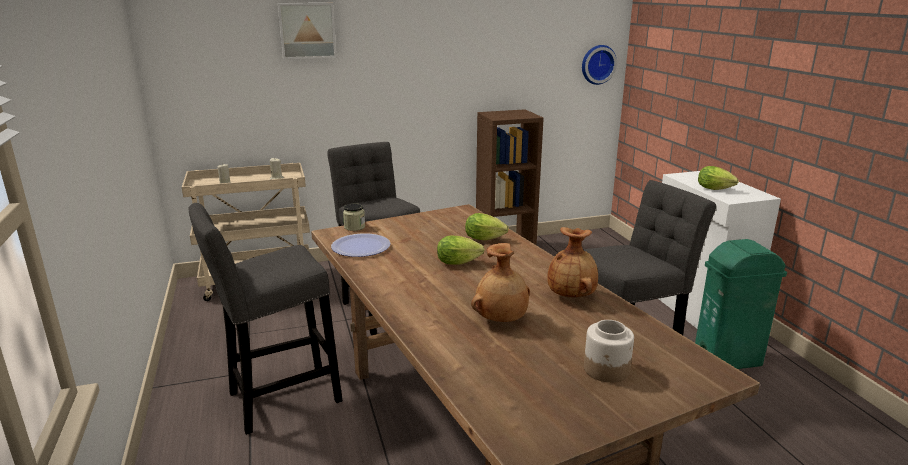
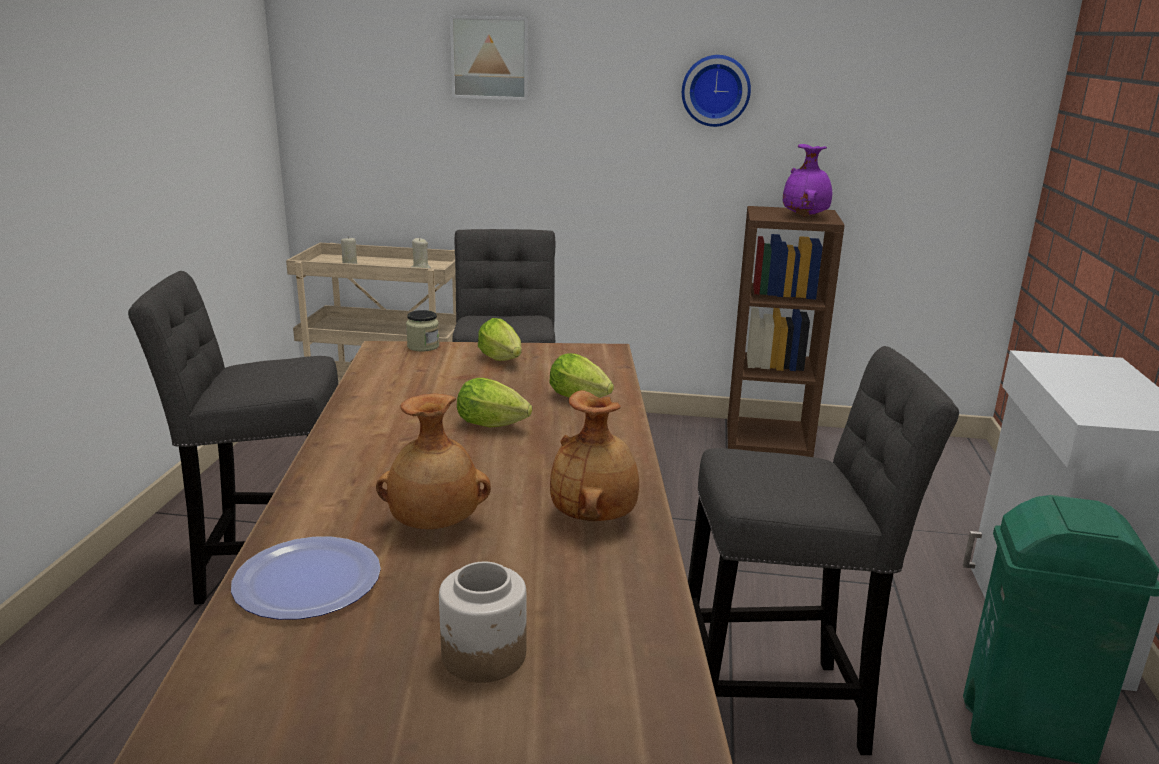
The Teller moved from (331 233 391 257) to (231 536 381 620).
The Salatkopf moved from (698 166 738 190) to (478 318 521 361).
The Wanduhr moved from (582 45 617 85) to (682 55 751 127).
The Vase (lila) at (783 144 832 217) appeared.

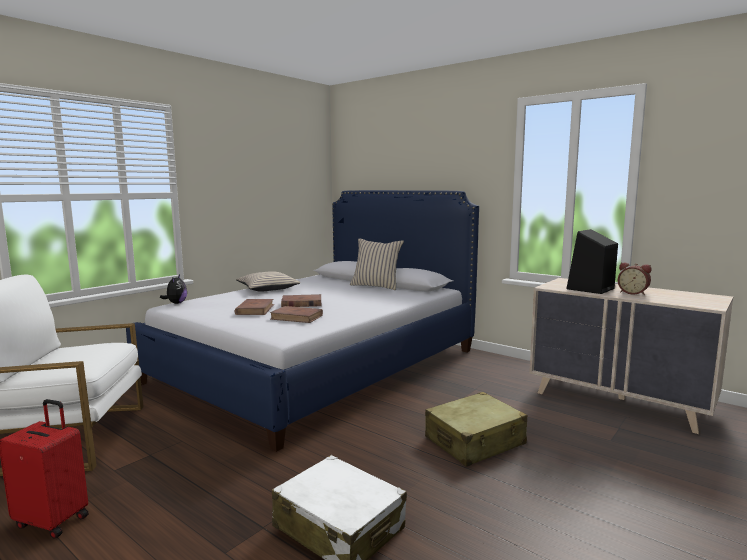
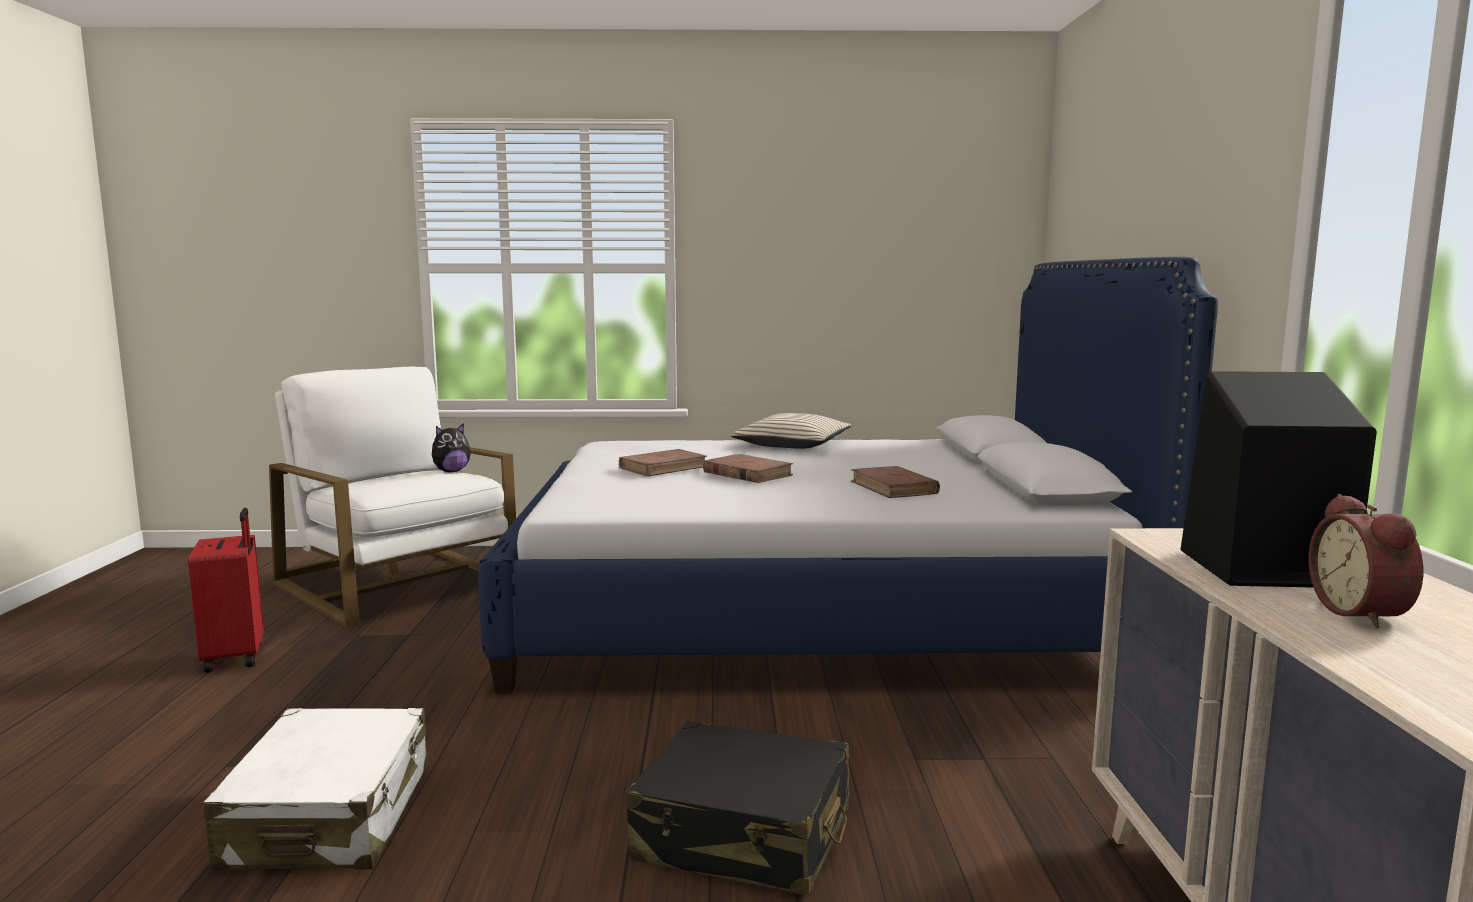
The Plüschtier moved from (160 275 187 304) to (432 423 471 472).
The Koffer (beige) at (425 392 527 467) became the Koffer (schwarz) at (626 721 849 896).
The Buch (braun) moved from (270 306 323 323) to (851 466 940 498).
The Kissen (beige) at (350 239 404 290) disappeared.

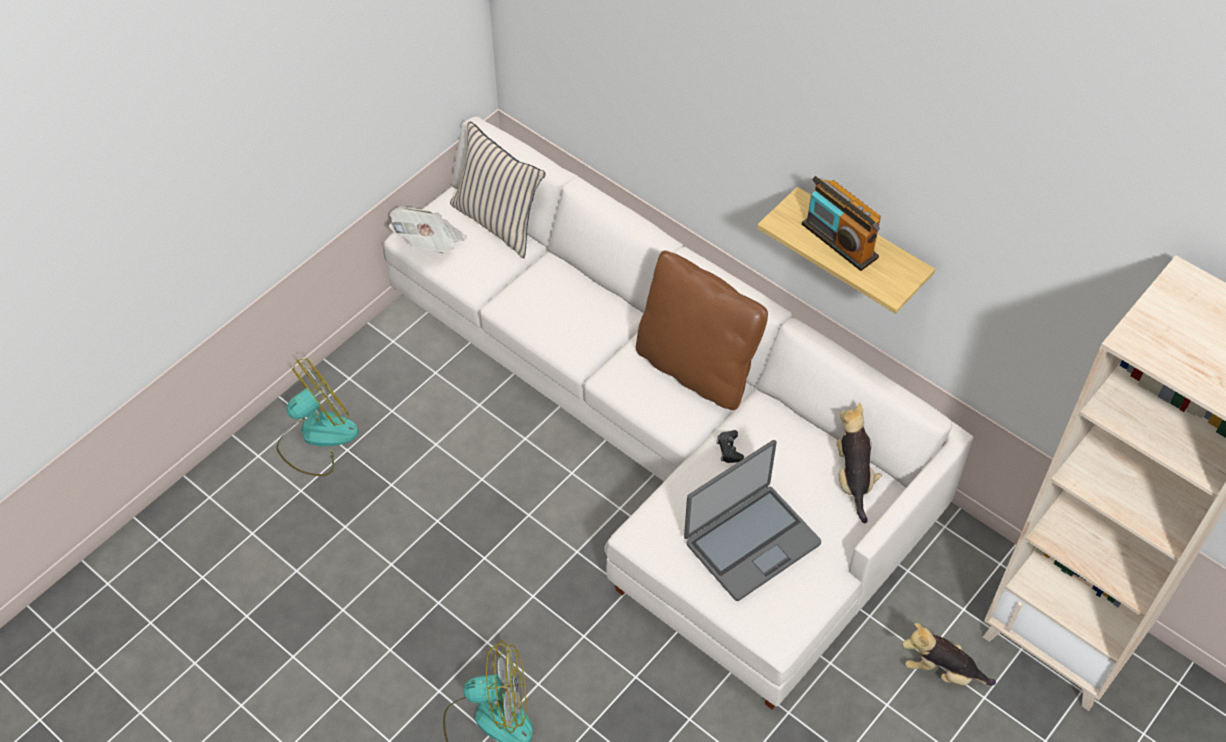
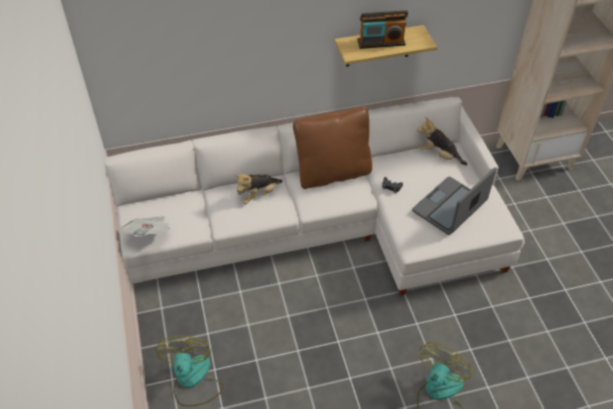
The Plüschtier moved from (902 623 996 686) to (235 174 283 204).
The Laptop at (684 440 821 601) turned 135 degrees counterclockwise.
The Kissen (beige) at (450 121 546 258) disappeared.

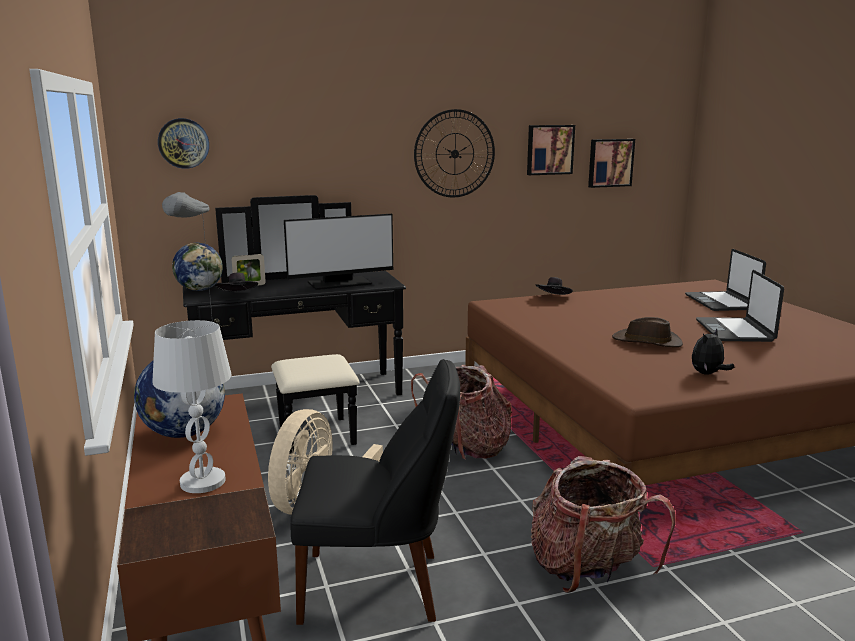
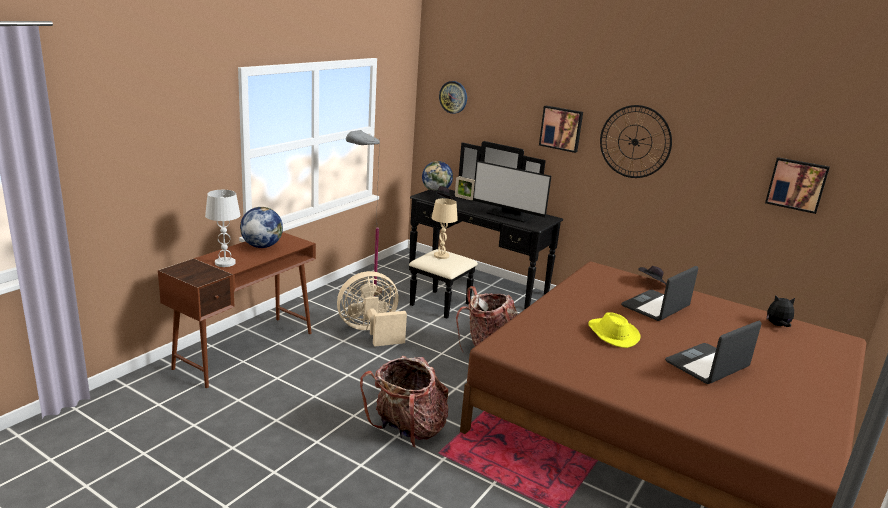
The Tischlampe (beige) at (432 198 458 259) appeared.
The Bild moved from (527 125 575 175) to (539 106 583 153).
The Hut (braun) at (612 317 683 347) became the Hut (gelb) at (588 313 641 348).
The Laptop moved from (685 249 766 311) to (621 266 698 321).
The Plüschtier moved from (692 329 735 375) to (767 295 795 327).
The Stuhl (schwarz) at (290 359 460 625) disappeared.

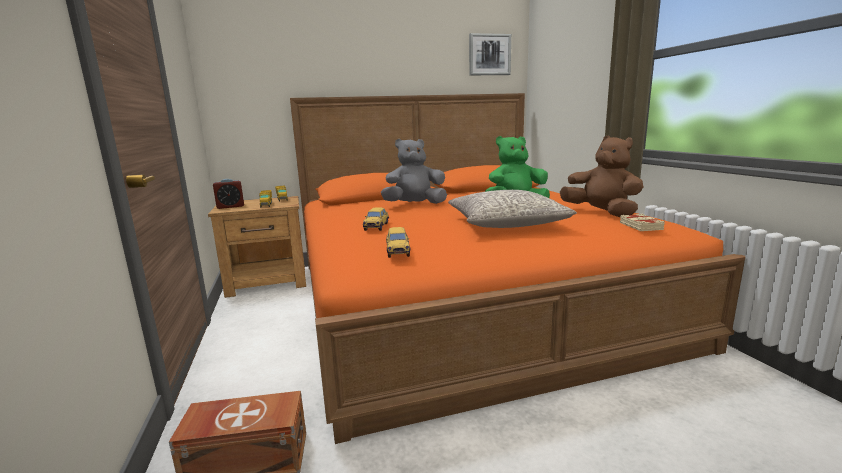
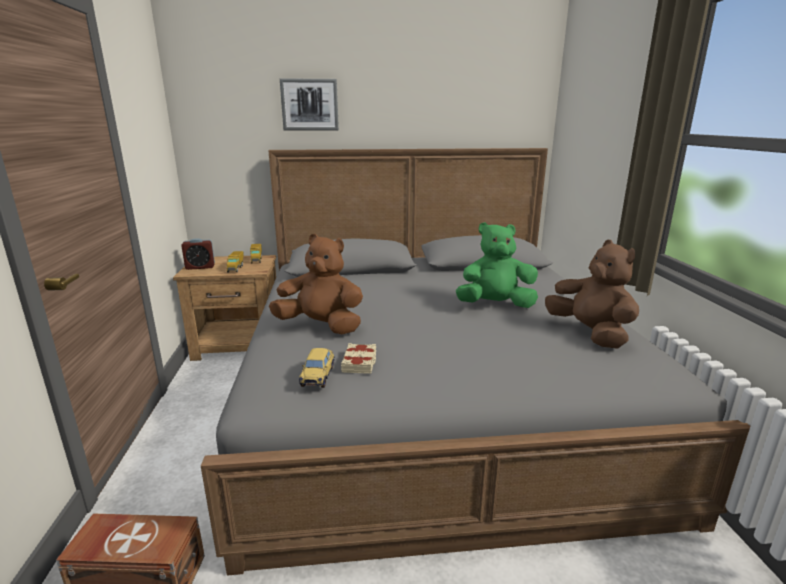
The Bett (orange) at (290 93 745 444) became the Bett (grau) at (201 148 750 576).
The Spielzeugauto at (363 207 389 231) was replaced by the Plüschtier (braun) at (269 234 363 334).
The Bild moved from (469 33 511 75) to (280 78 339 131).
The Buch (beige) moved from (620 214 665 231) to (341 343 376 374).
The Plüschtier (grau) at (381 139 447 204) disappeared.
The Kissen (grau) at (448 190 577 228) disappeared.

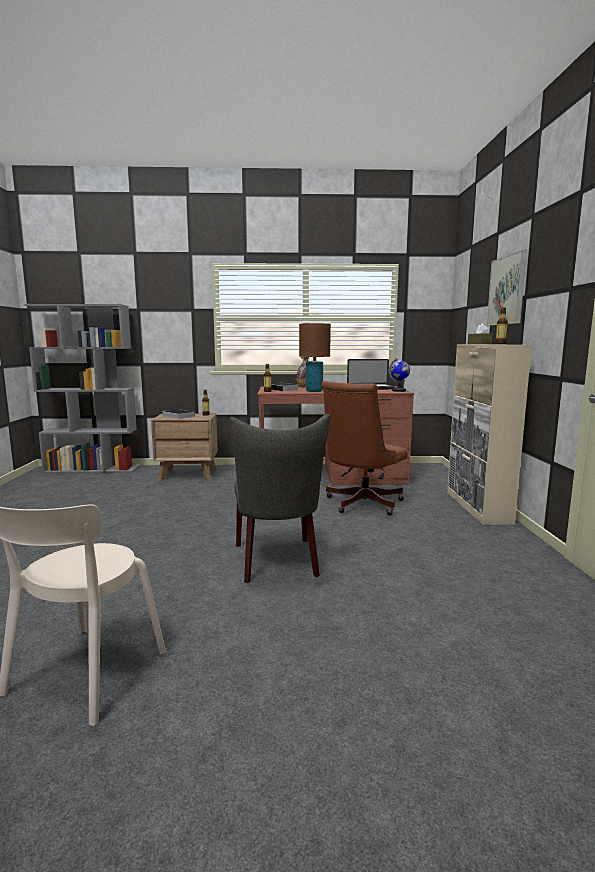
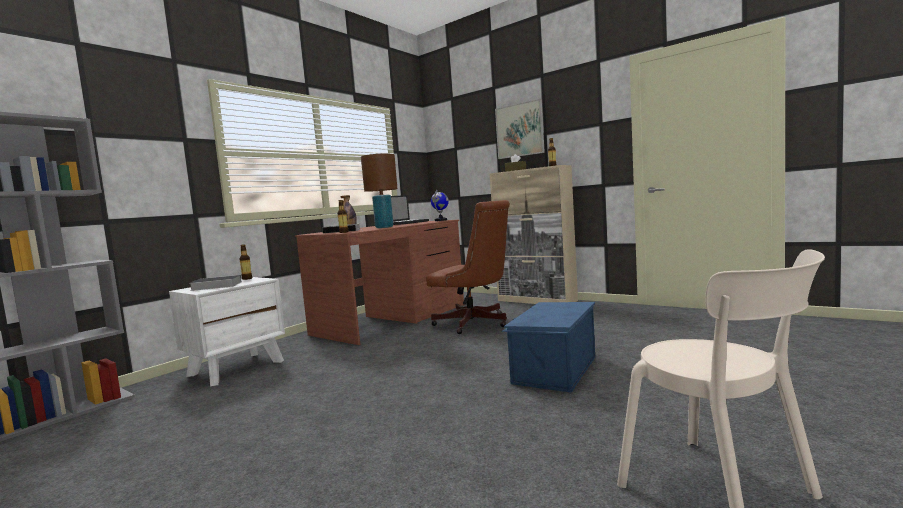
The Nachttisch (braun) at (151 413 218 481) became the Nachttisch (weiß) at (169 277 285 386).
The Bürostuhl (braun) at (321 381 408 515) turned 45 degrees counterclockwise.
The Stuhl (grau) at (230 414 330 583) was replaced by the Aufbewahrungsbox (blau) at (502 302 595 393).

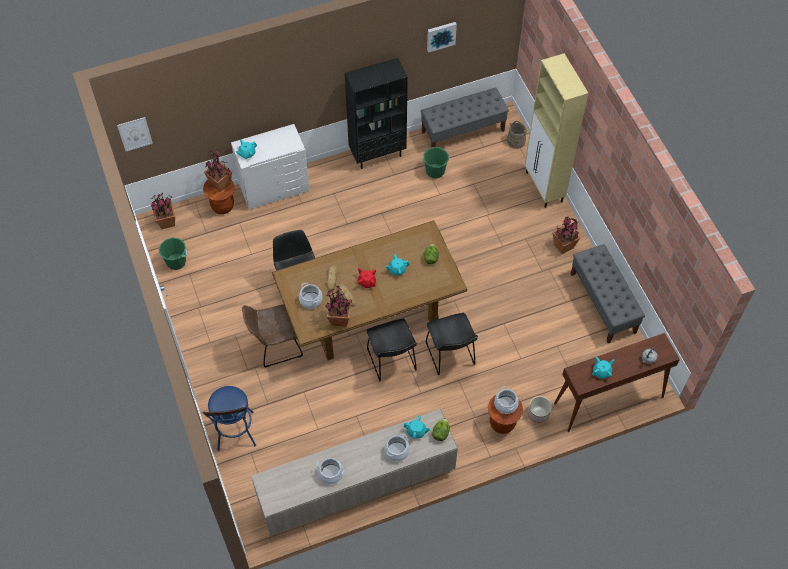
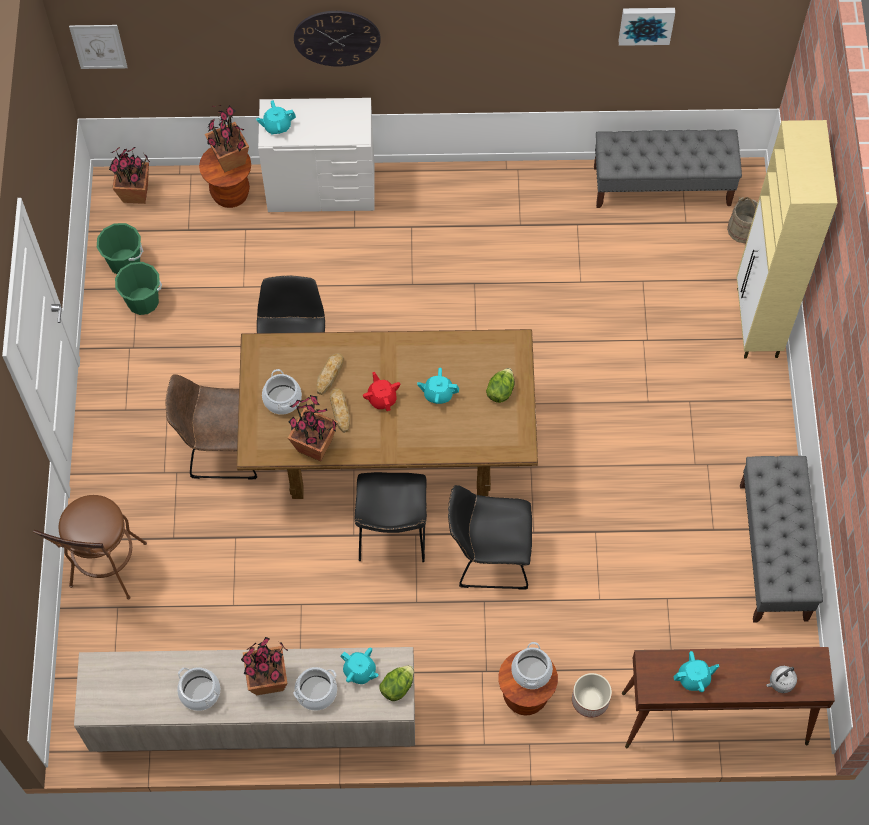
The Hocker (blau) at (203 386 256 451) became the Hocker (braun) at (33 495 147 599).
The Eimer (grün) moved from (423 147 449 179) to (115 262 162 315).
The Topfpflanze moved from (552 216 580 254) to (241 637 288 695).
The Wanduhr at (294 11 381 67) appeared.
The Stuhl (schwarz) at (426 313 478 375) turned 90 degrees clockwise.
The Bücherregal (schwarz) at (345 58 408 169) disappeared.

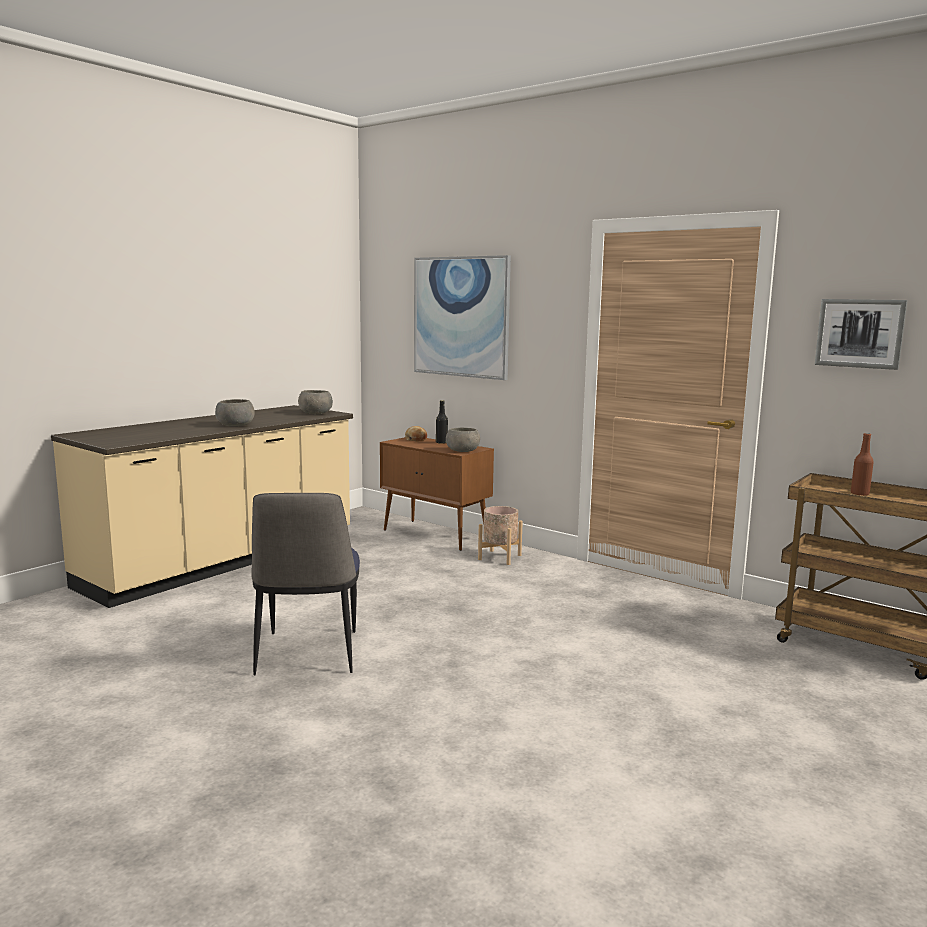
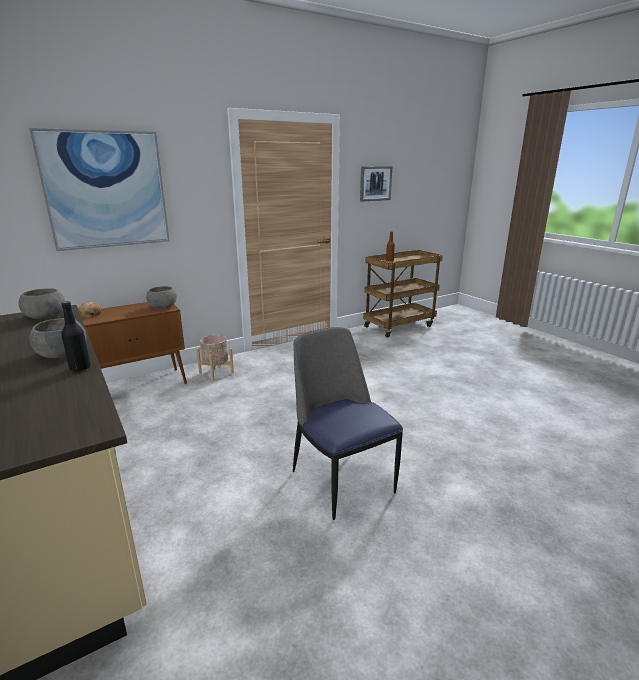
The Flasche (schwarz) moved from (436 400 448 444) to (61 301 91 372).
The Stuhl at (251 493 360 675) turned 135 degrees counterclockwise.

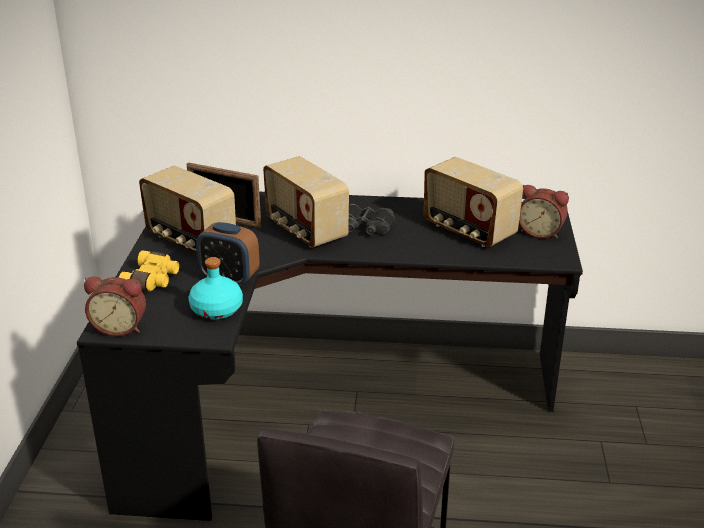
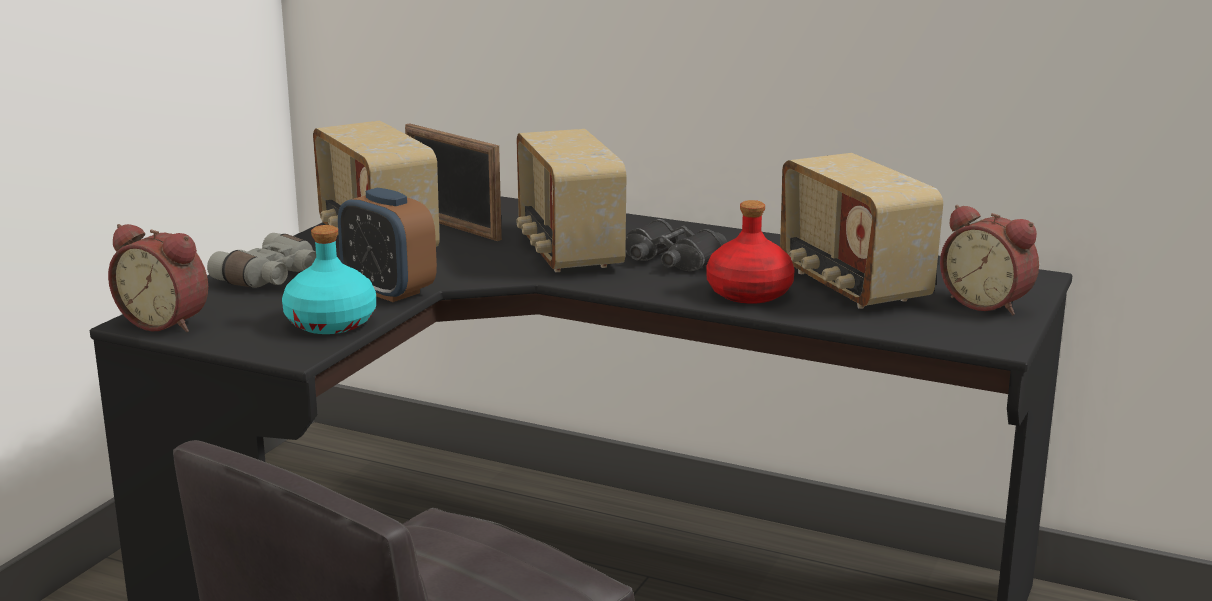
The Fernglas (gelb) at (119 251 179 291) became the Fernglas (grau) at (207 233 316 288).
The Flasche (rot) at (706 200 795 304) appeared.

